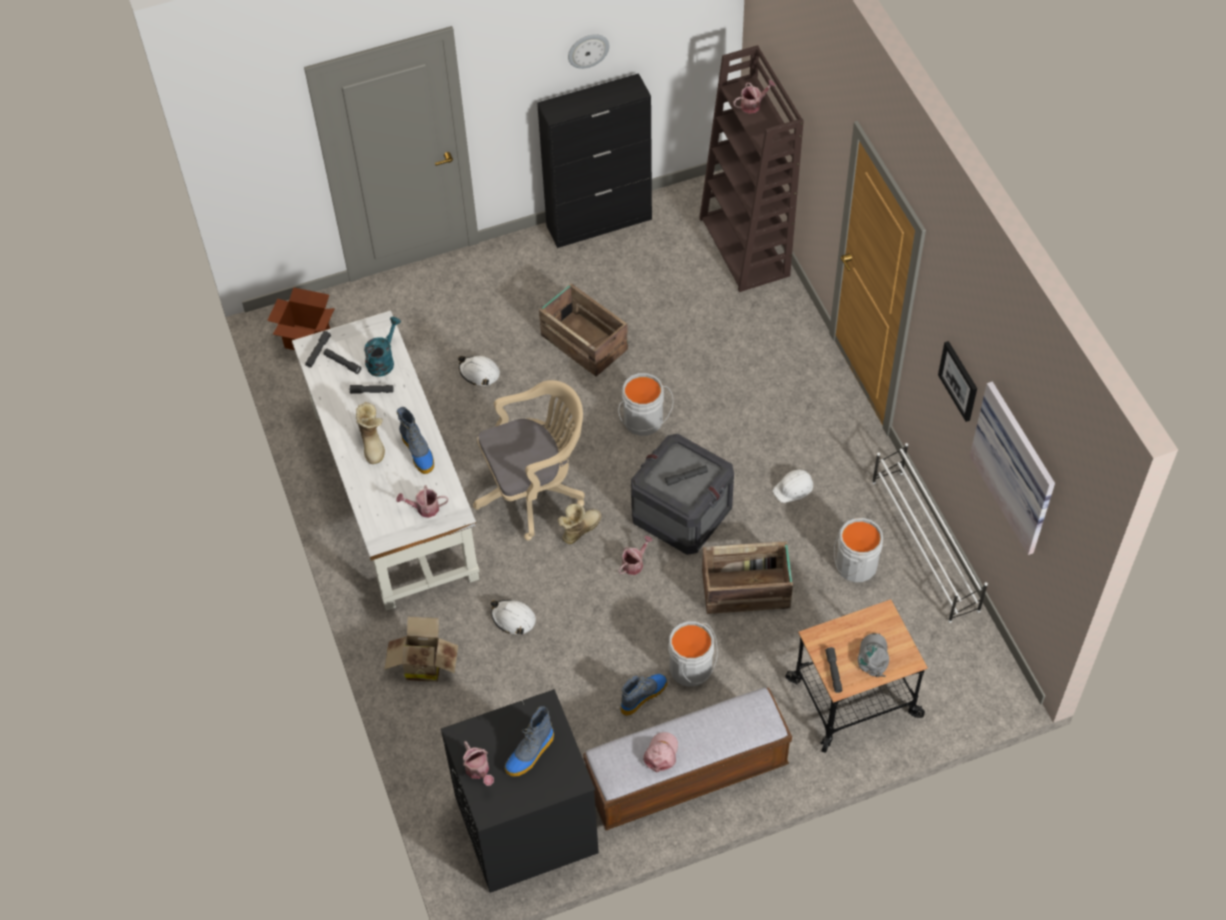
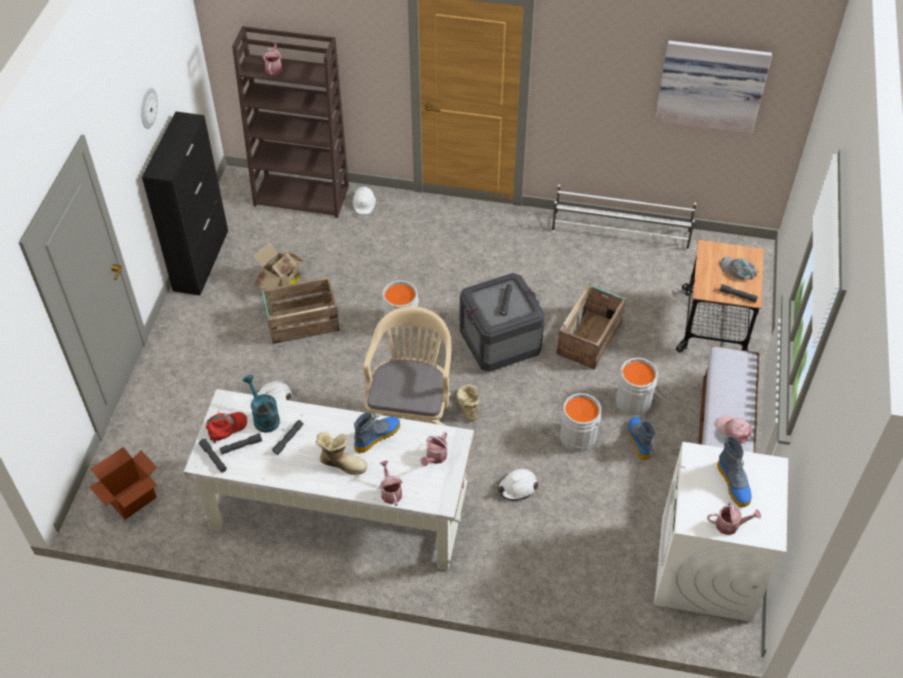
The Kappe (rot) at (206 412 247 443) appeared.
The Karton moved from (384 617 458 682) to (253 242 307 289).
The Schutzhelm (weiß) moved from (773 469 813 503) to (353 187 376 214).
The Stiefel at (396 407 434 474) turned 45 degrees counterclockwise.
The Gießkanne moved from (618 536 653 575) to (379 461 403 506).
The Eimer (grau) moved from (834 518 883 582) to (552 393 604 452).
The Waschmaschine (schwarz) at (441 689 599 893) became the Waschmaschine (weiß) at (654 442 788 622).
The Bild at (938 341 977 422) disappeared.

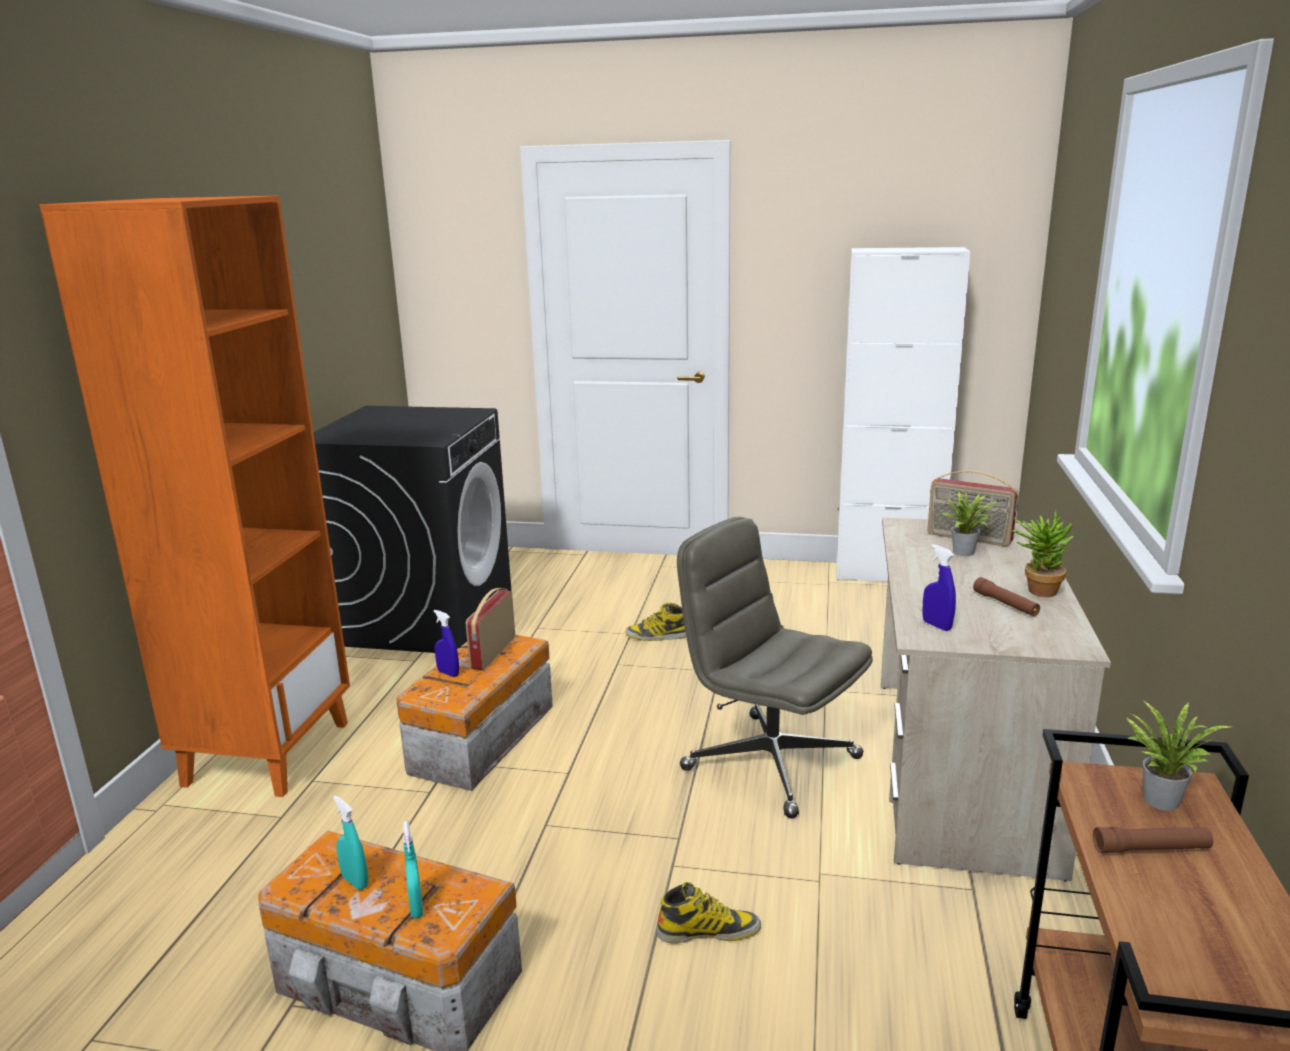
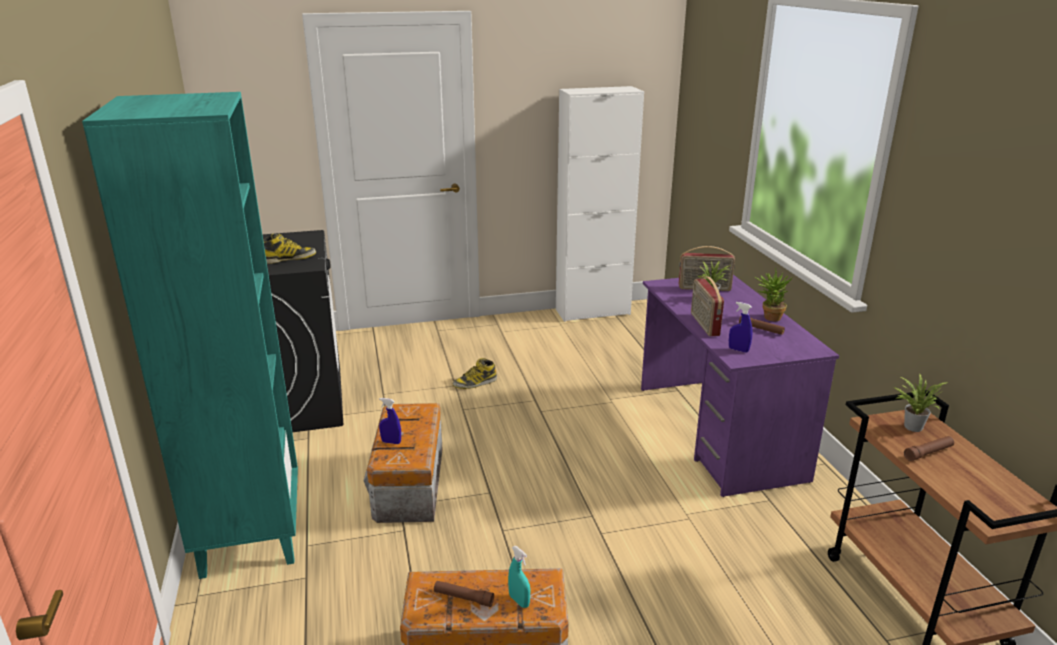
The Bücherregal (orange) at (39 196 350 797) became the Bücherregal (türkis) at (82 92 298 579).
The Stiefel moved from (657 882 761 944) to (263 234 316 264).
The Sprühflasche (türkis) at (333 796 368 890) was replaced by the Taschenlampe (braun) at (434 581 494 607).
The Schreibtisch (beige) at (881 518 1111 882) became the Schreibtisch (lila) at (641 275 839 497).
The Radio moved from (466 588 515 670) to (691 276 724 336).
The Bürostuhl (grau) at (677 517 873 819) disappeared.

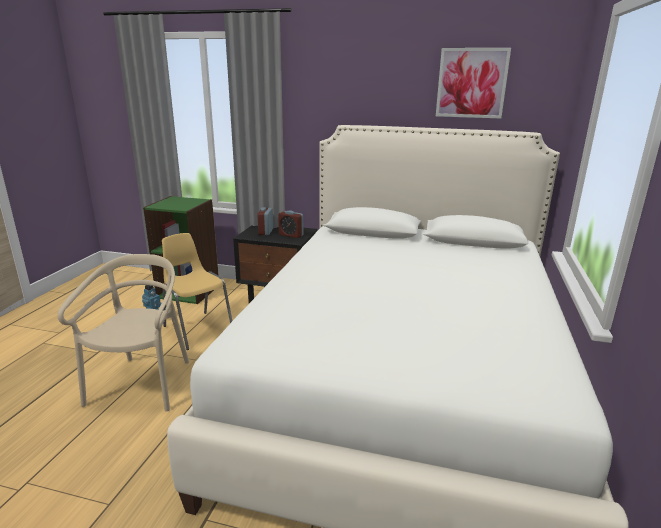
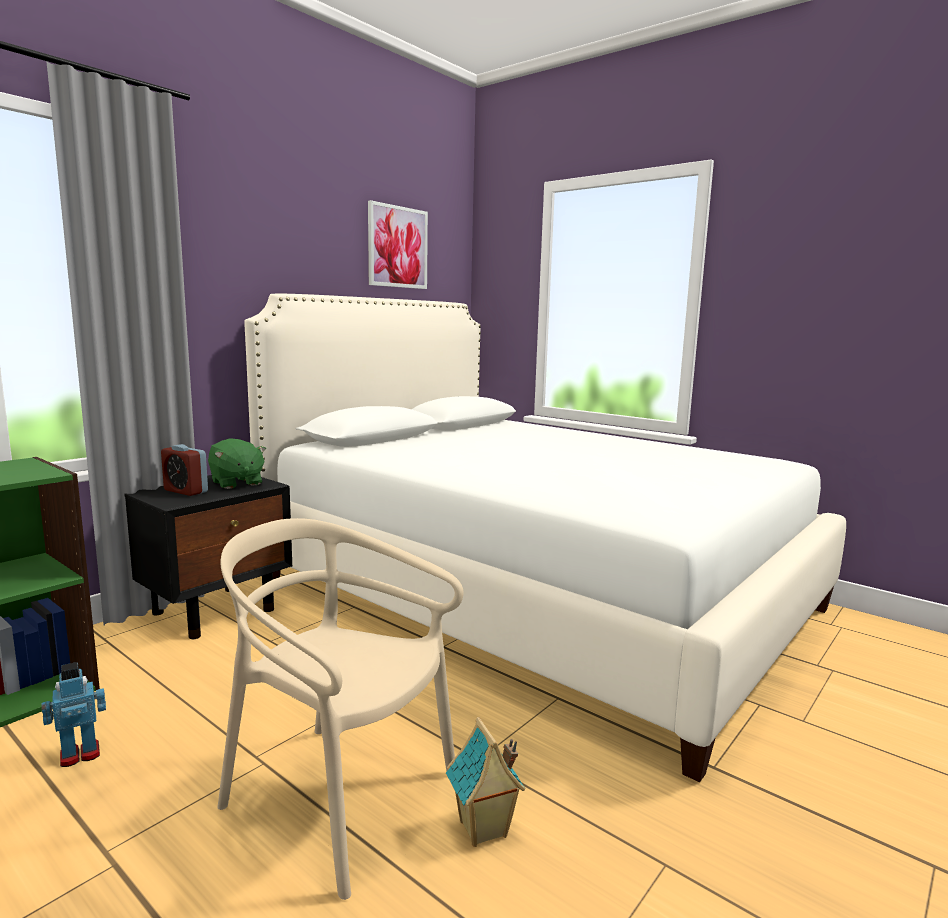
The Wecker at (278 211 304 238) was replaced by the Plüschtier (grün) at (208 438 266 489).
The Spielzeughaus at (446 717 526 847) appeared.
The Stuhl (gelb) at (162 233 232 350) disappeared.

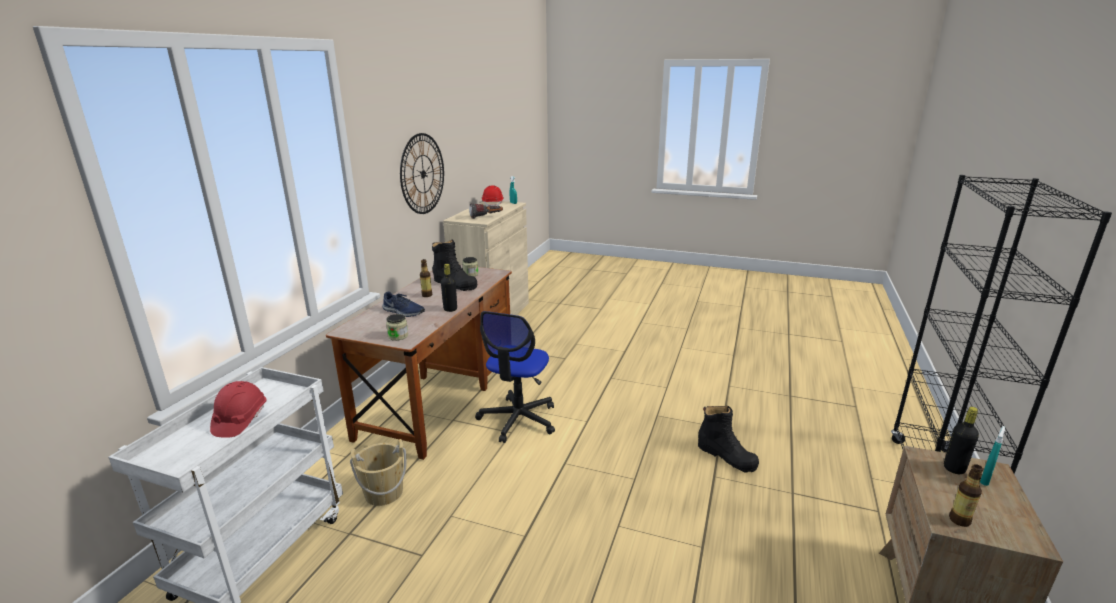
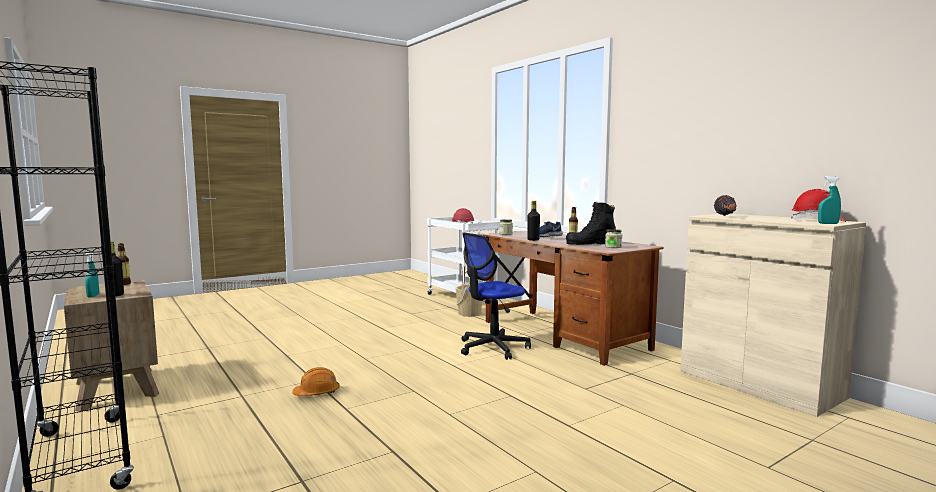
The Stiefel (schwarz) at (698 406 759 473) was replaced by the Schutzhelm (orange) at (292 367 340 396).
The Bürostuhl at (475 311 555 443) turned 90 degrees counterclockwise.
The Wanduhr at (400 133 444 214) disappeared.

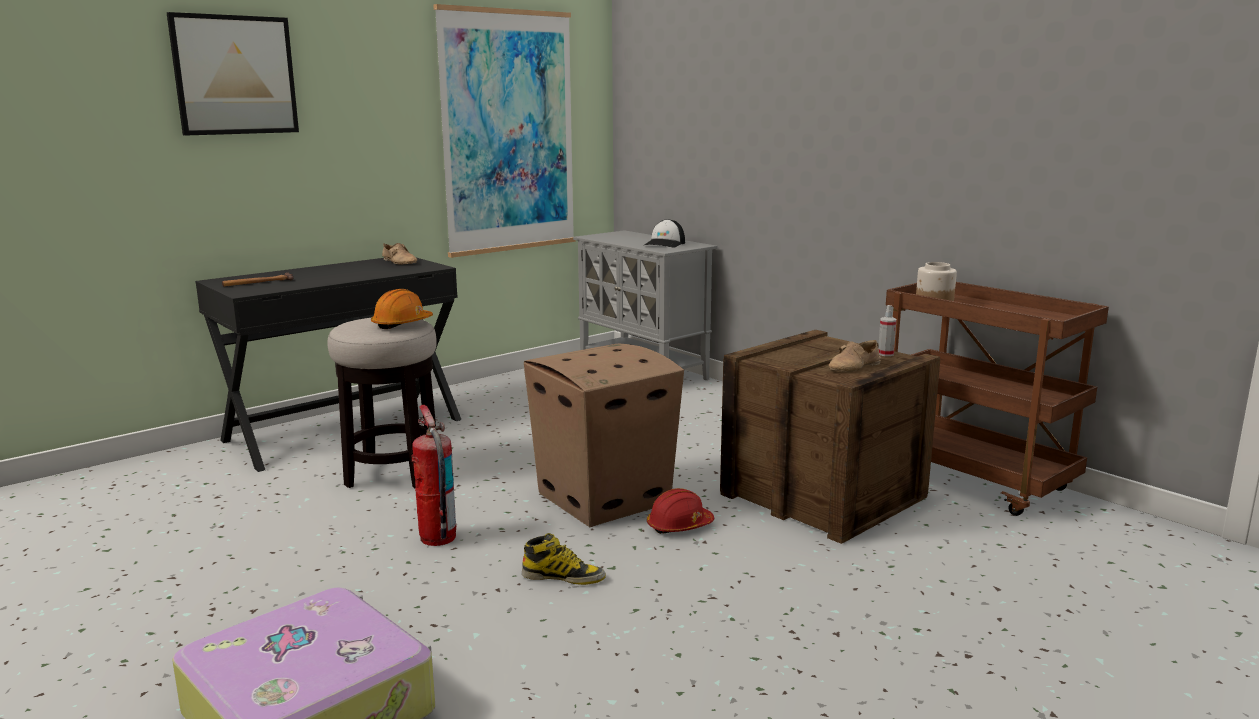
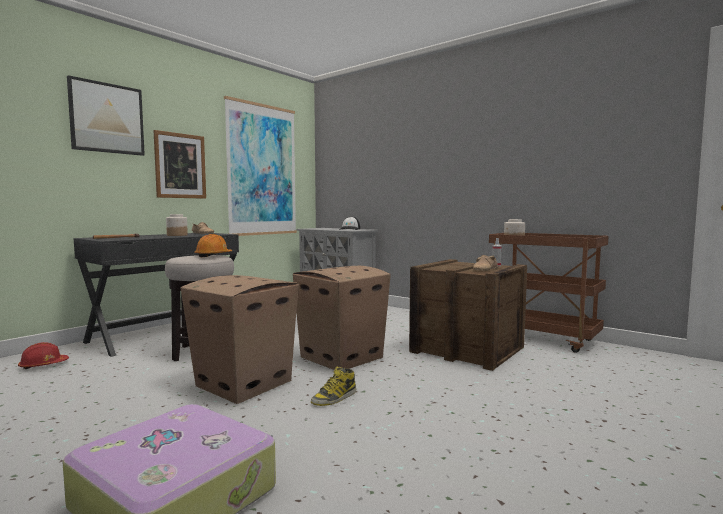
The Schutzhelm (rot) moved from (647 488 714 534) to (18 342 69 369).
The Bild at (153 130 206 199) appeared.
The Vorratsglas at (166 214 188 236) appeared.
The Feuerlöscher at (411 405 456 546) was replaced by the Karton at (180 275 299 404).
The Stiefel at (522 533 606 585) turned 135 degrees clockwise.

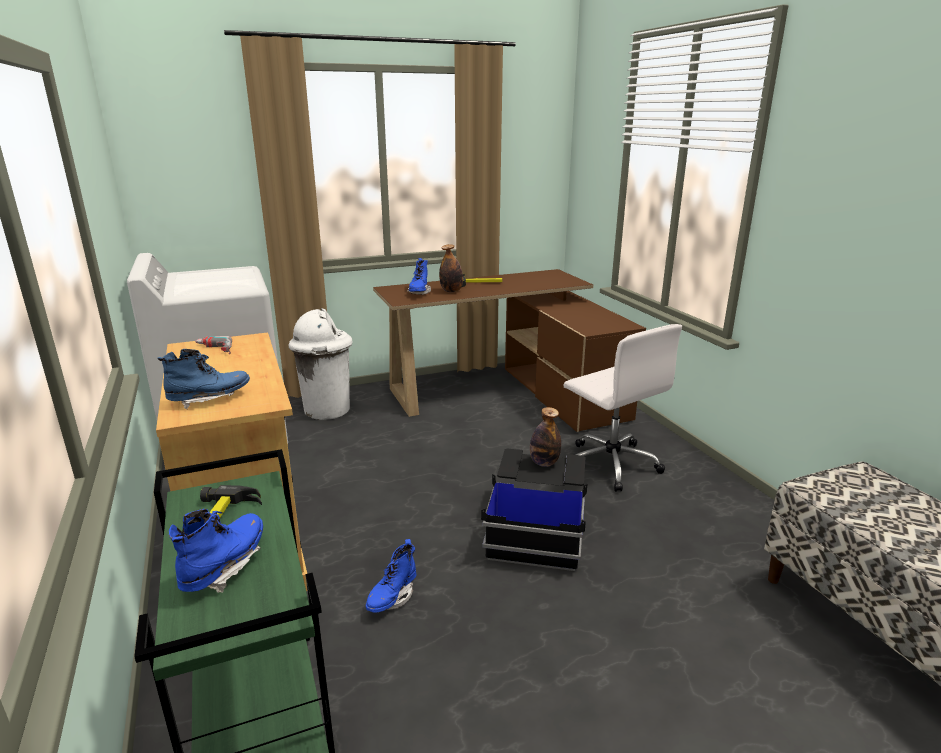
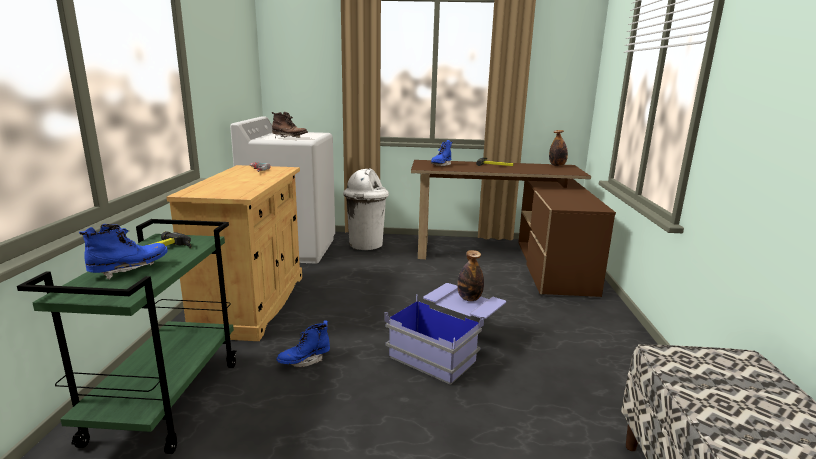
The Stiefel (braun) at (272 112 308 138) appeared.
The Aufbewahrungsbox (schwarz) at (481 448 587 571) became the Aufbewahrungsbox (blau) at (384 283 506 385).
The Flasche moved from (439 244 463 292) to (549 130 568 166).
The Stiefel (blau) at (158 349 250 409) disappeared.
The Bürostuhl (weiß) at (563 324 682 492) disappeared.

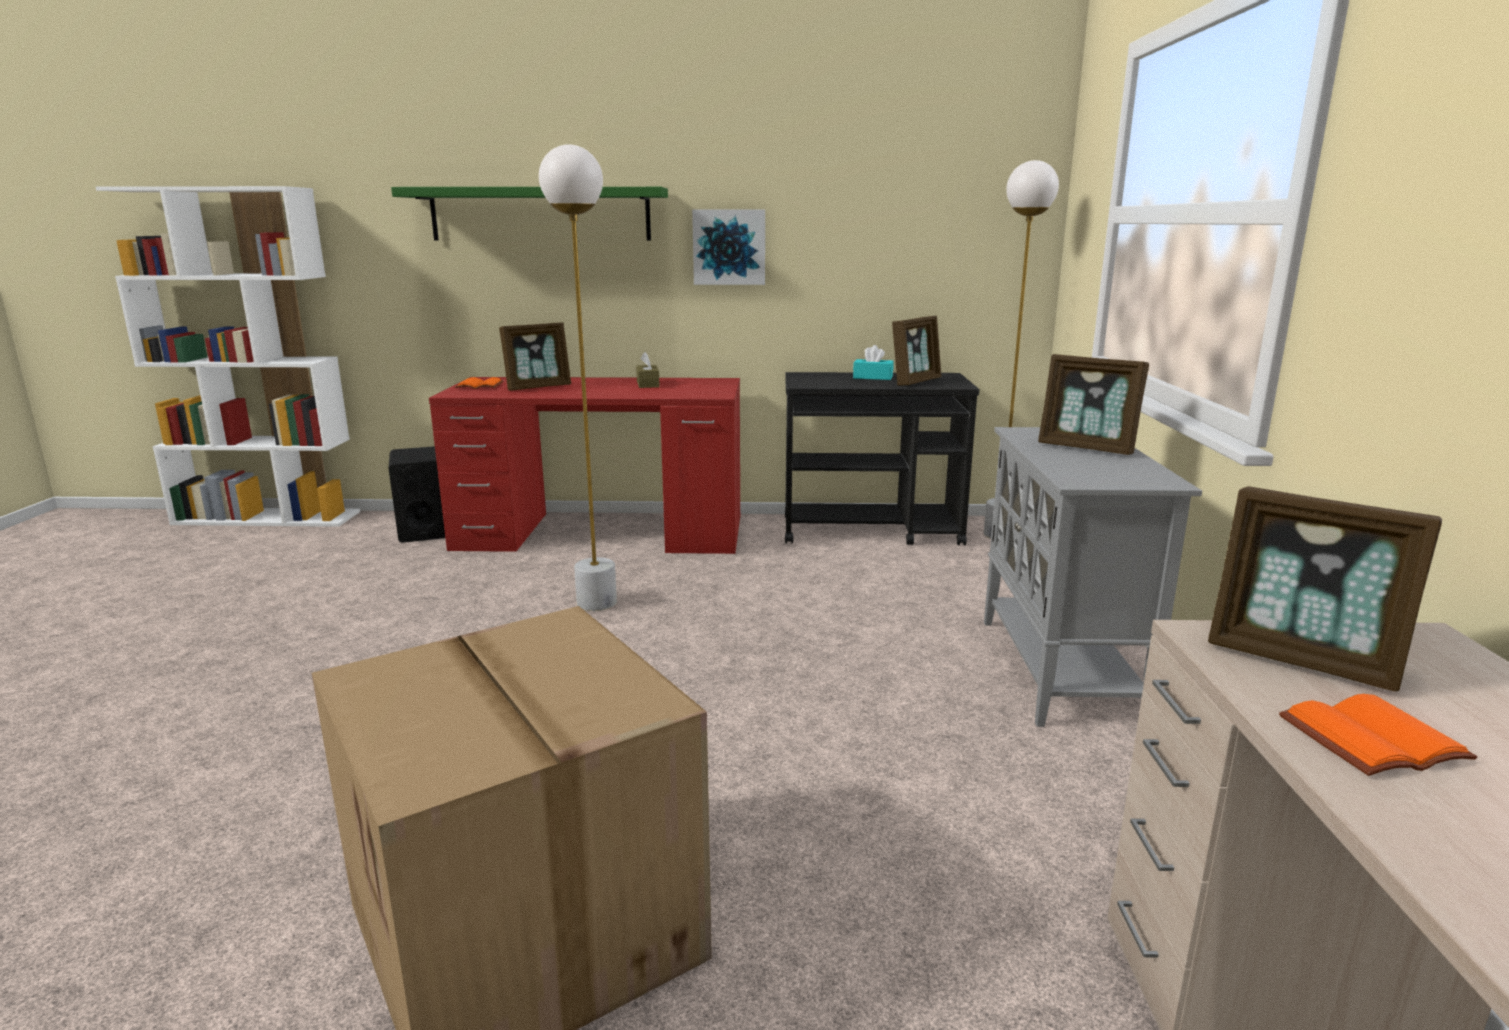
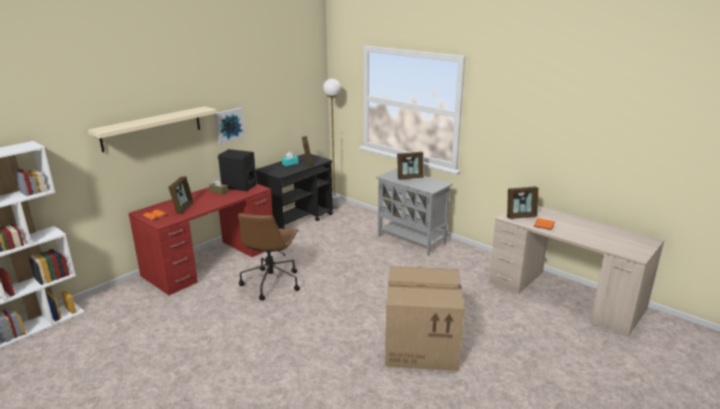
The Wandregal (grün) at (391 187 668 241) became the Wandregal (beige) at (88 106 217 152).
The Lautsprecher (schwarz) moved from (388 446 445 543) to (218 149 256 191).
The Stehlampe (weiß) at (539 145 617 611) was replaced by the Bürostuhl (braun) at (238 213 300 301).

